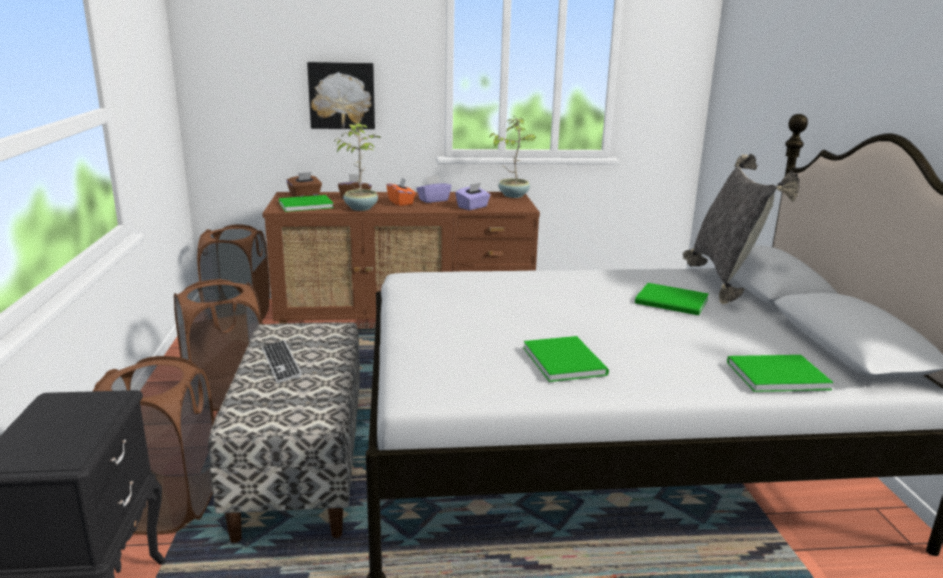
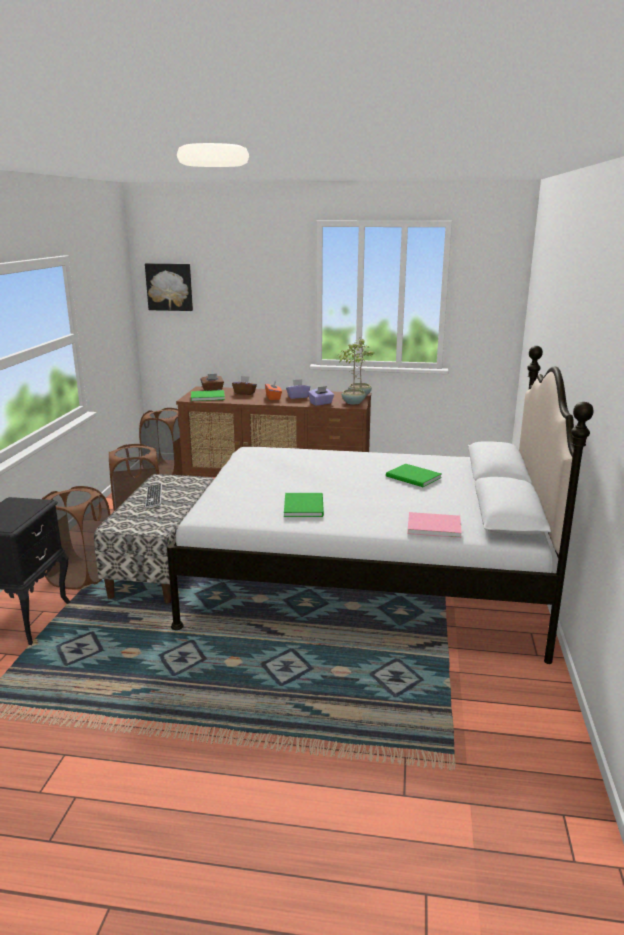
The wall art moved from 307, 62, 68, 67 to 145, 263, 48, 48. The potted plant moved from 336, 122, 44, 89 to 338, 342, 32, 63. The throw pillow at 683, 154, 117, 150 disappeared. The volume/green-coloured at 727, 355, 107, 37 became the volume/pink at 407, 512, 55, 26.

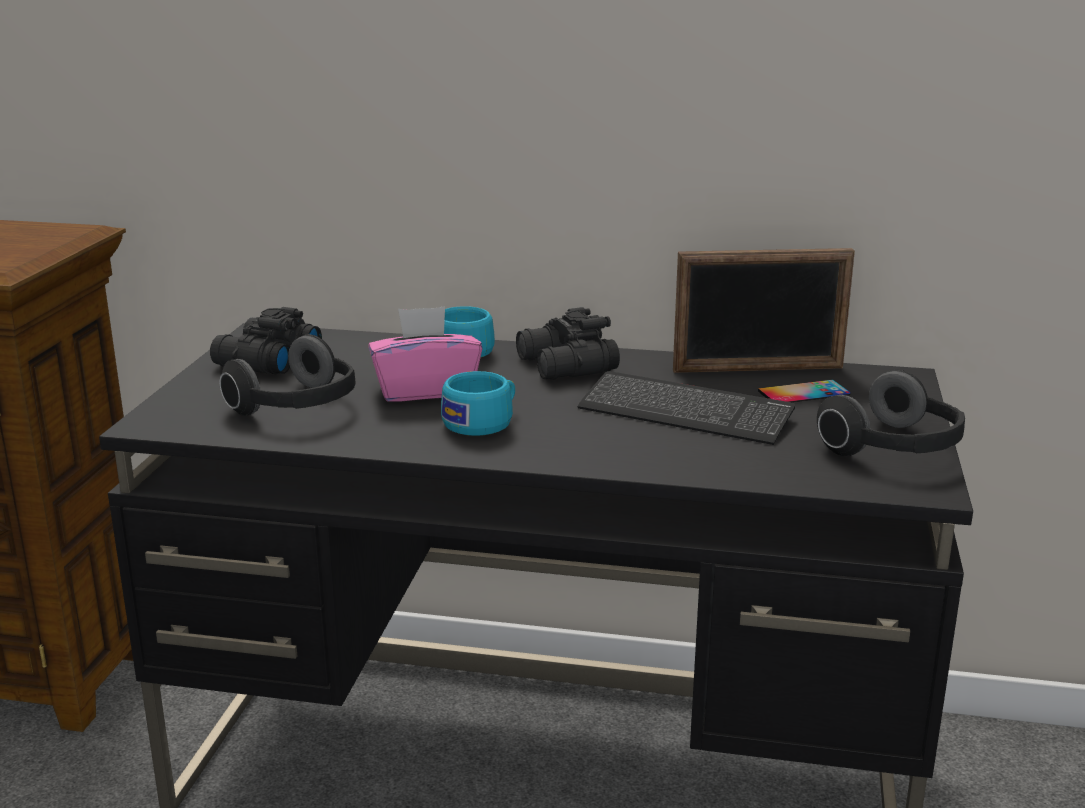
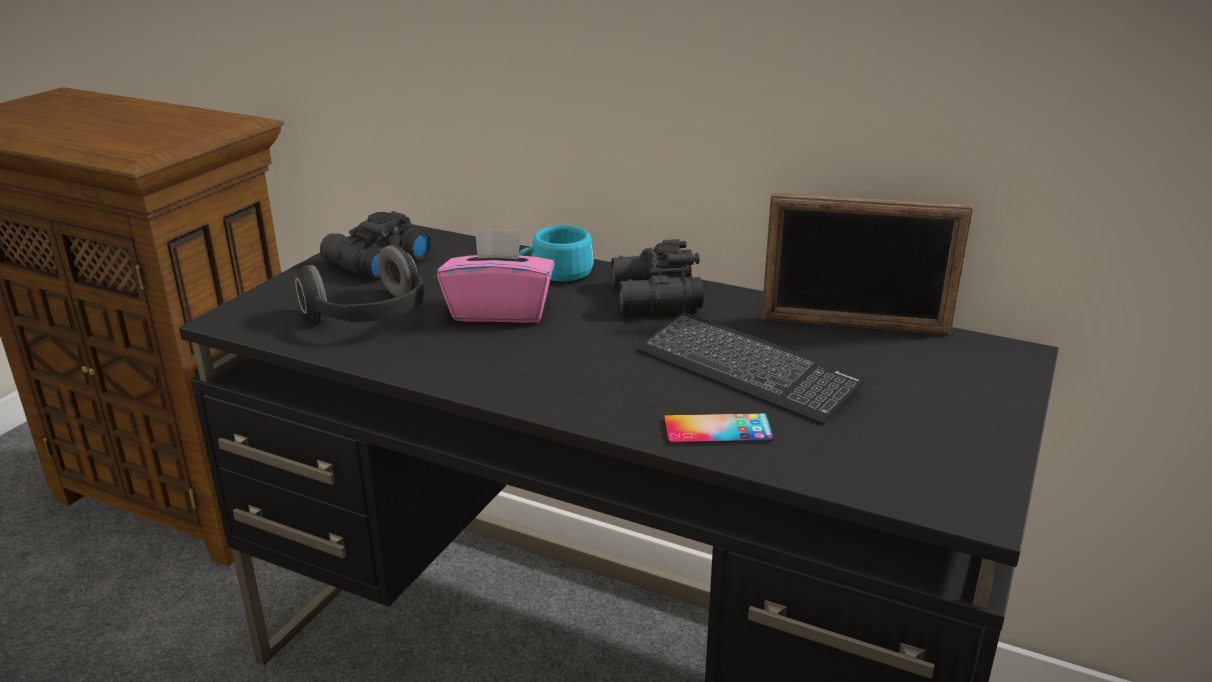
The pair of headphones at 817, 370, 148, 86 disappeared. The cup/turquoise-coloured at 441, 371, 74, 65 disappeared. The handset moved from 758, 380, 93, 22 to 664, 413, 110, 30.

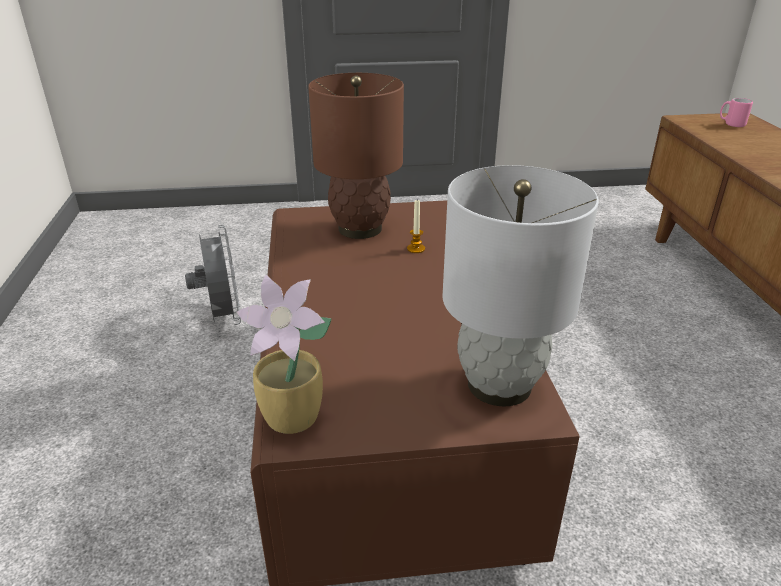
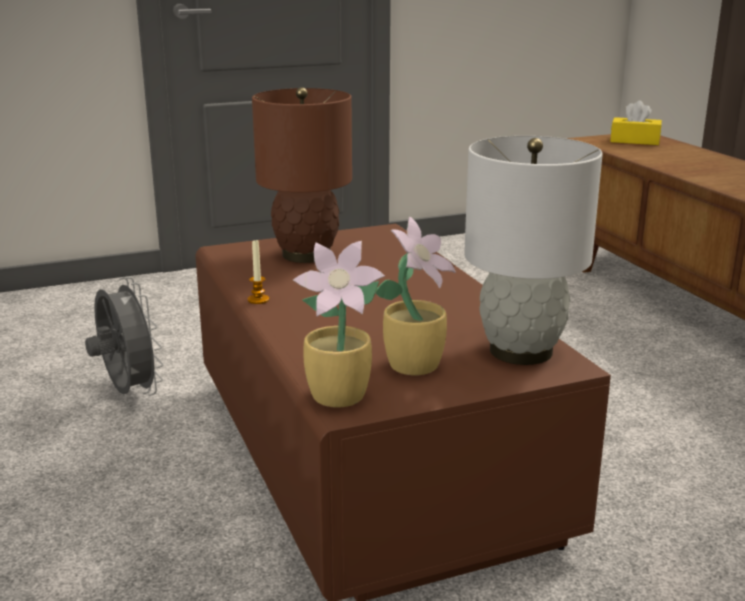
The mug/pink at 720, 98, 33, 29 was replaced by the tissue holder/yellowish at 610, 100, 52, 45. The candle moved from 407, 200, 18, 53 to 248, 239, 21, 65. The potted plant at 376, 217, 80, 159 appeared.

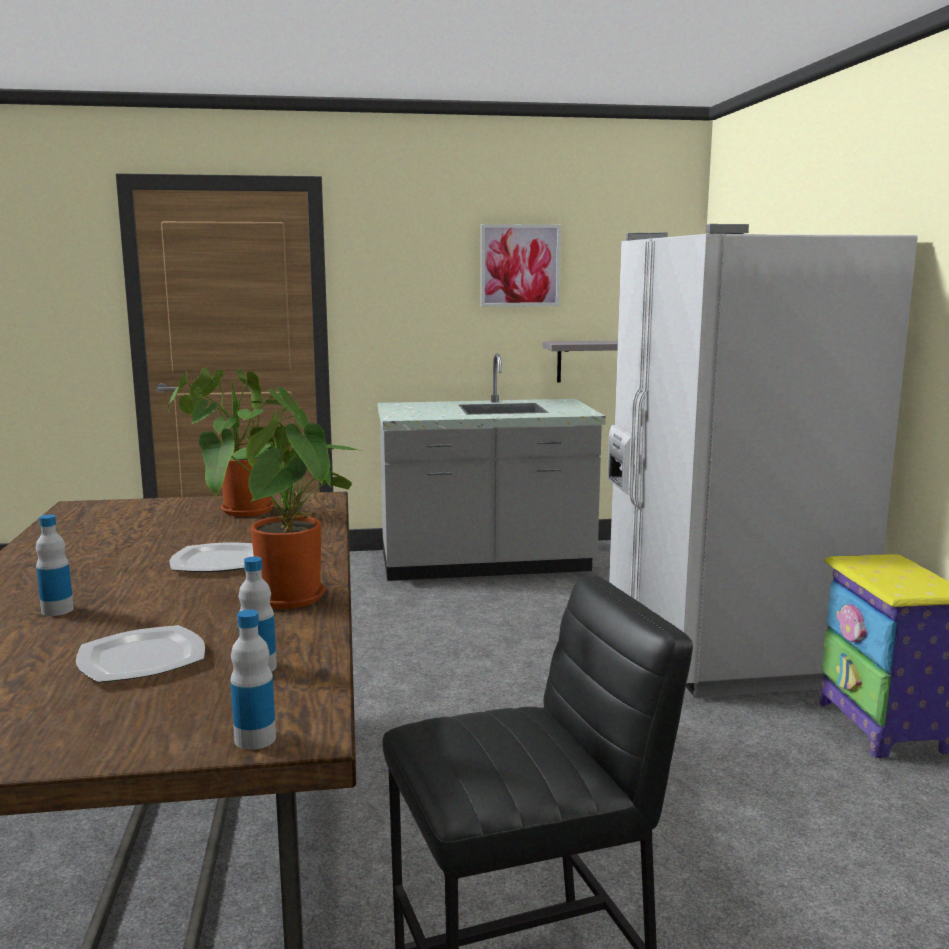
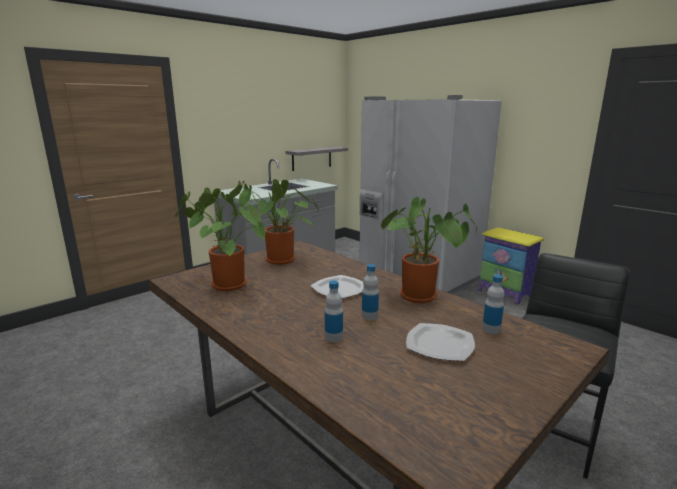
The wall art at 480, 224, 81, 83 disappeared. The beverage bottle moved from 230, 609, 46, 141 to 362, 264, 17, 56. The potted plant at 175, 187, 90, 104 appeared.

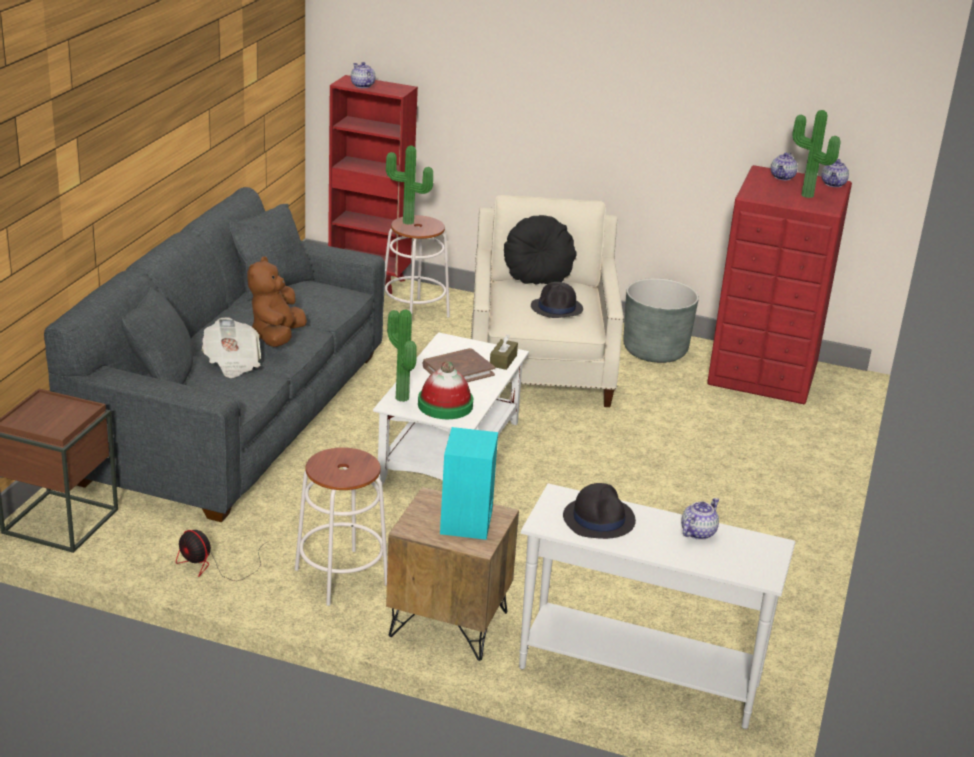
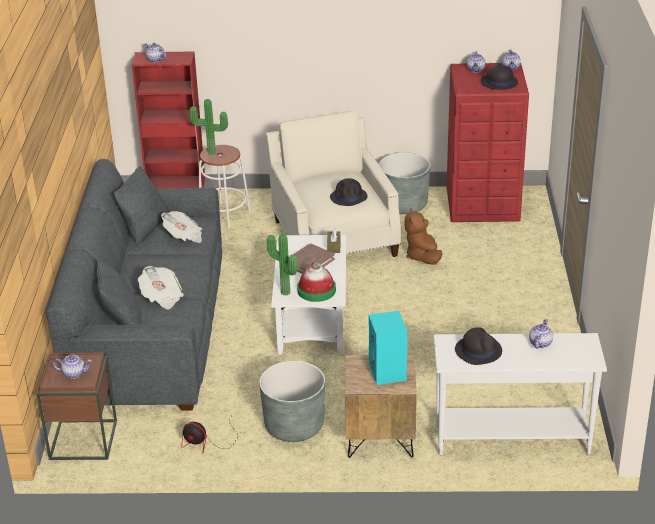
The potted plant at 792, 110, 48, 88 was replaced by the clothing hat/blackish at 481, 64, 37, 26. The throw pillow/blackish at 504, 215, 73, 70 disappeared. The plush toy/brownish moved from 247, 256, 60, 91 to 404, 208, 38, 57. The stool seat/whitish at 295, 447, 93, 159 was replaced by the plant pot/grey at 259, 361, 66, 81. The daily paper at 161, 211, 41, 32 appeared. The pot for tea at 53, 355, 38, 24 appeared.

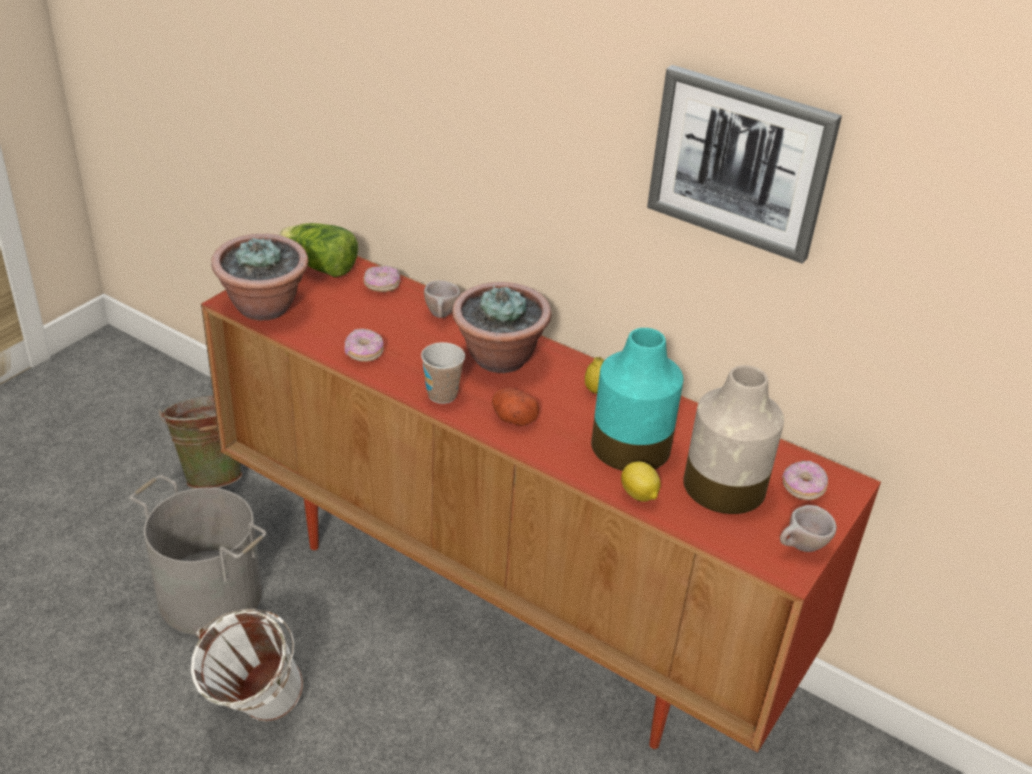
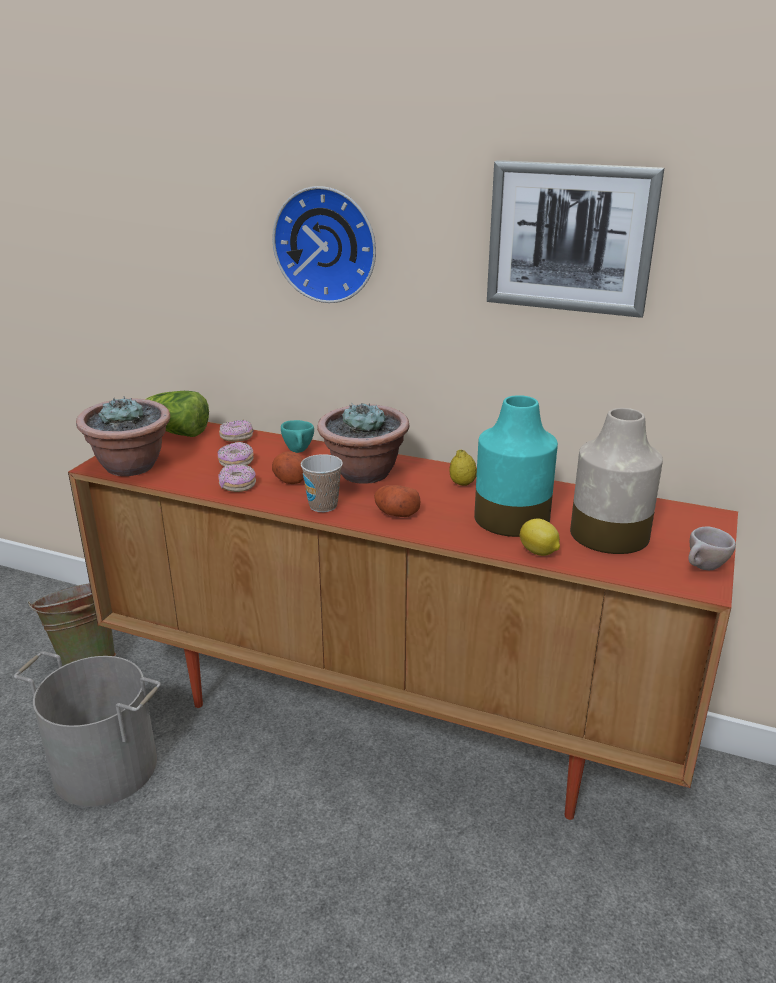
The cup/beige-coloured at 424, 281, 36, 37 became the cup/turquoise-coloured at 281, 420, 33, 33. The doughnut moved from 782, 461, 46, 39 to 218, 442, 36, 25. The bucket/whitish at 191, 609, 112, 113 disappeared. The hanging clock at 272, 186, 104, 117 appeared. The potato at 272, 451, 32, 33 appeared.

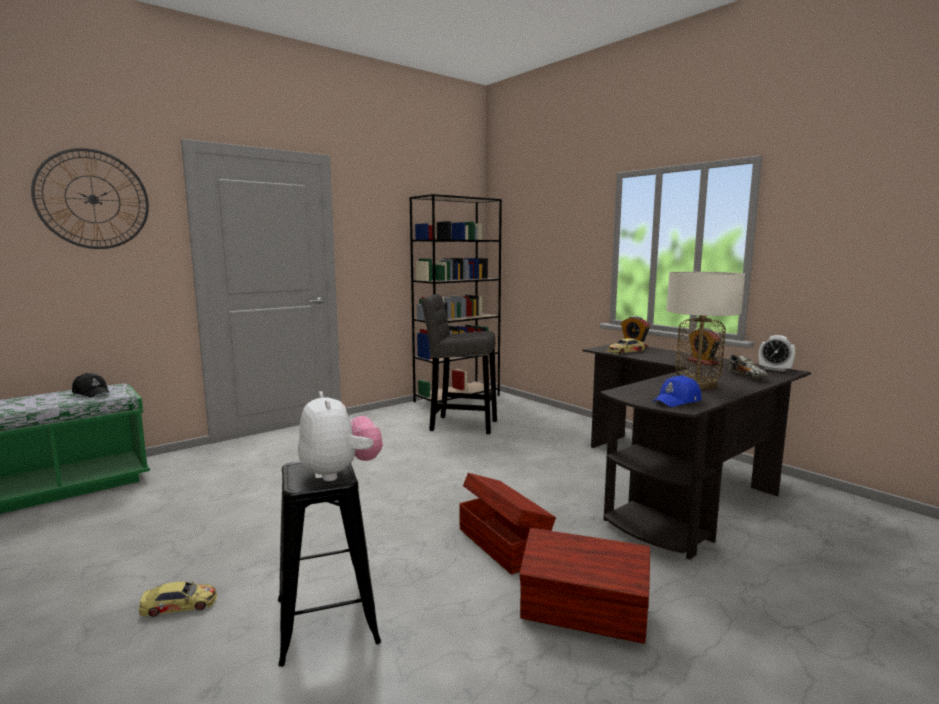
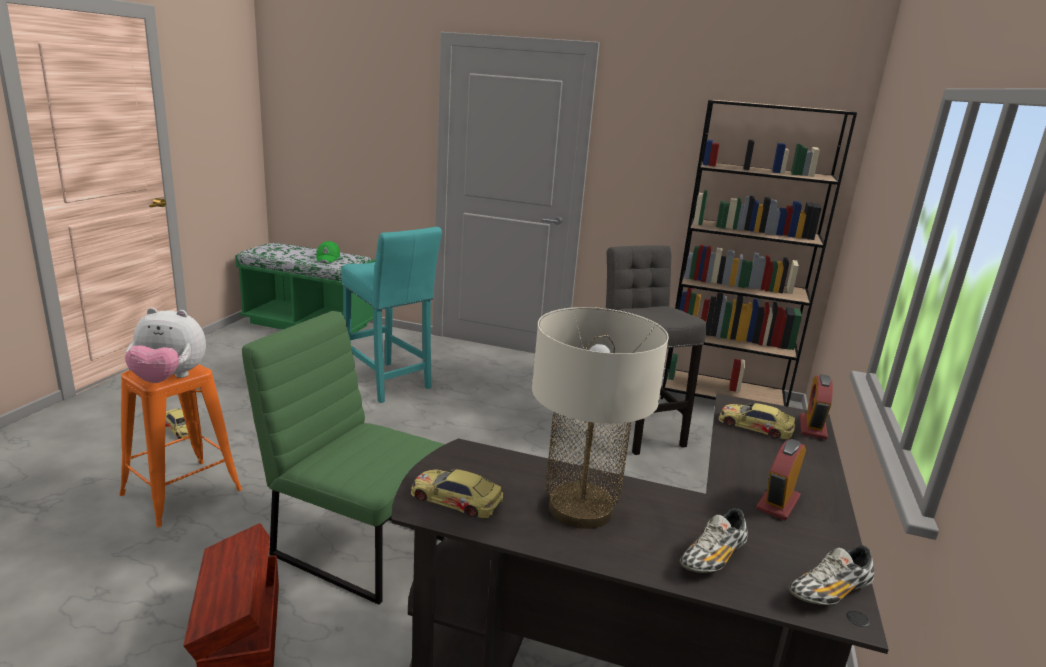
The hanging clock at 31, 148, 118, 101 disappeared. The bedside clock at 759, 335, 36, 37 was replaced by the shoe at 789, 545, 86, 60. The peaked cap/blackish at 72, 373, 38, 25 became the peaked cap/green-coloured at 316, 241, 24, 22. The peaked cap/bluish at 653, 375, 48, 32 was replaced by the toy car at 411, 468, 92, 50. The plush toy at 298, 391, 85, 90 turned 60 degrees clockwise. The stool seat/blackish at 278, 462, 103, 205 became the stool seat/orange-coloured at 119, 364, 123, 163. The storage box/brownish at 459, 473, 97, 102 was replaced by the plain chair/green-coloured at 242, 311, 203, 294. The stool seat/turquoise-coloured at 341, 227, 101, 176 appeared.

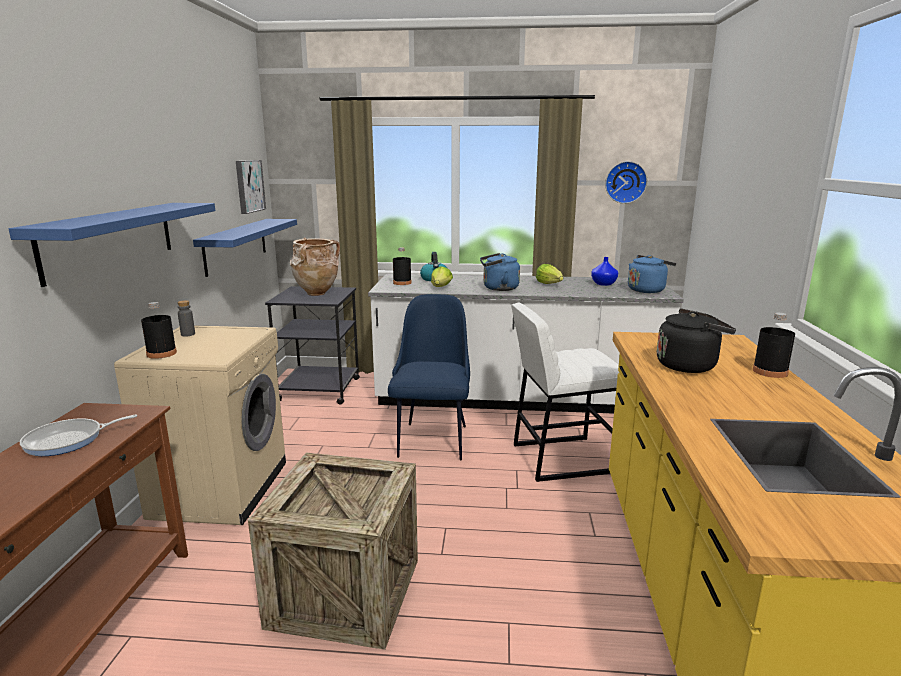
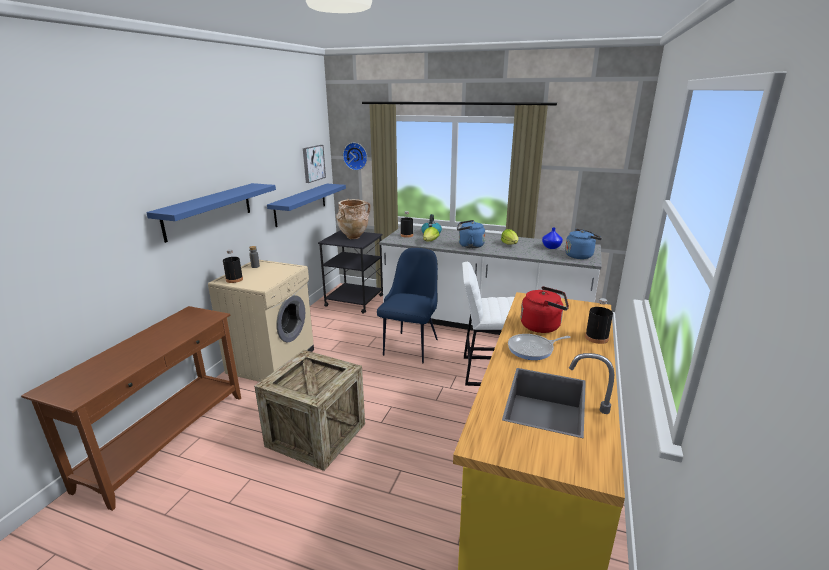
The hanging clock moved from 605, 161, 42, 43 to 343, 143, 24, 27. The water kettle/blackish at 657, 309, 79, 64 became the water kettle/red at 521, 286, 48, 47. The frying pan moved from 20, 415, 118, 41 to 508, 334, 62, 26.

